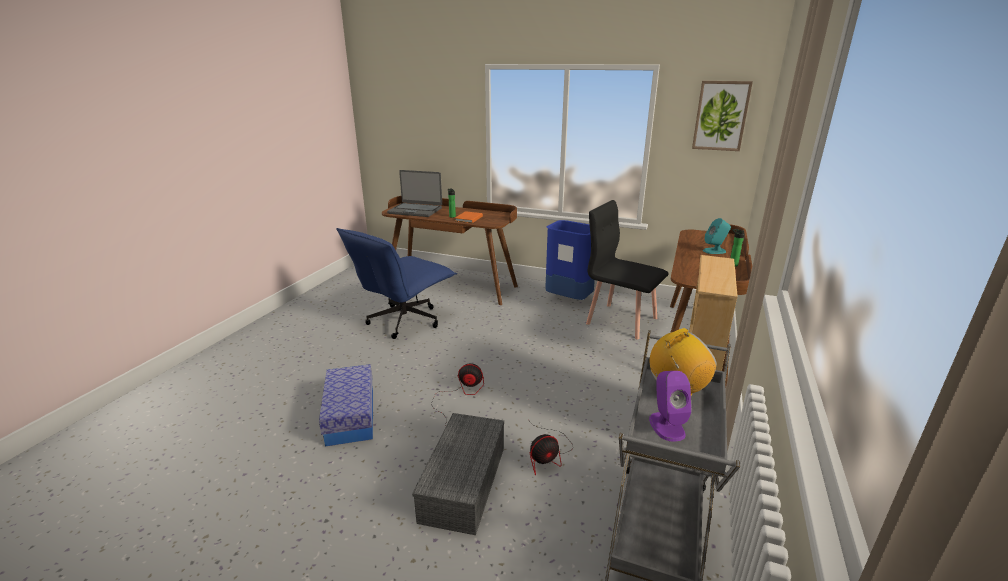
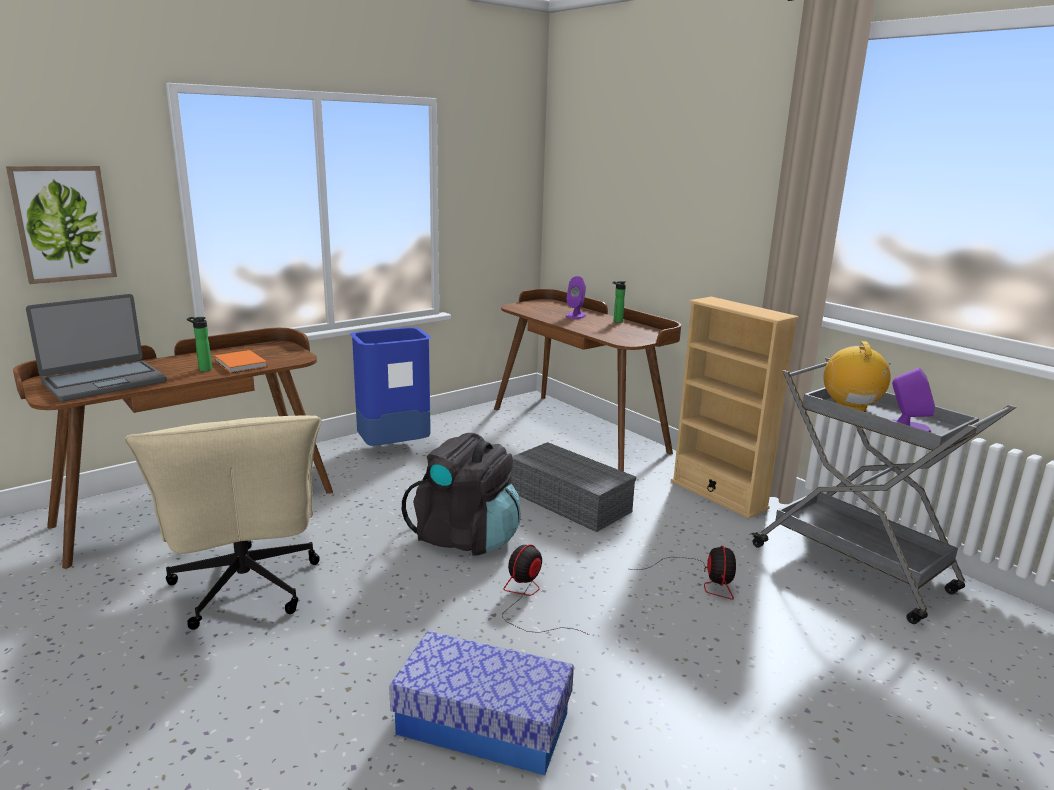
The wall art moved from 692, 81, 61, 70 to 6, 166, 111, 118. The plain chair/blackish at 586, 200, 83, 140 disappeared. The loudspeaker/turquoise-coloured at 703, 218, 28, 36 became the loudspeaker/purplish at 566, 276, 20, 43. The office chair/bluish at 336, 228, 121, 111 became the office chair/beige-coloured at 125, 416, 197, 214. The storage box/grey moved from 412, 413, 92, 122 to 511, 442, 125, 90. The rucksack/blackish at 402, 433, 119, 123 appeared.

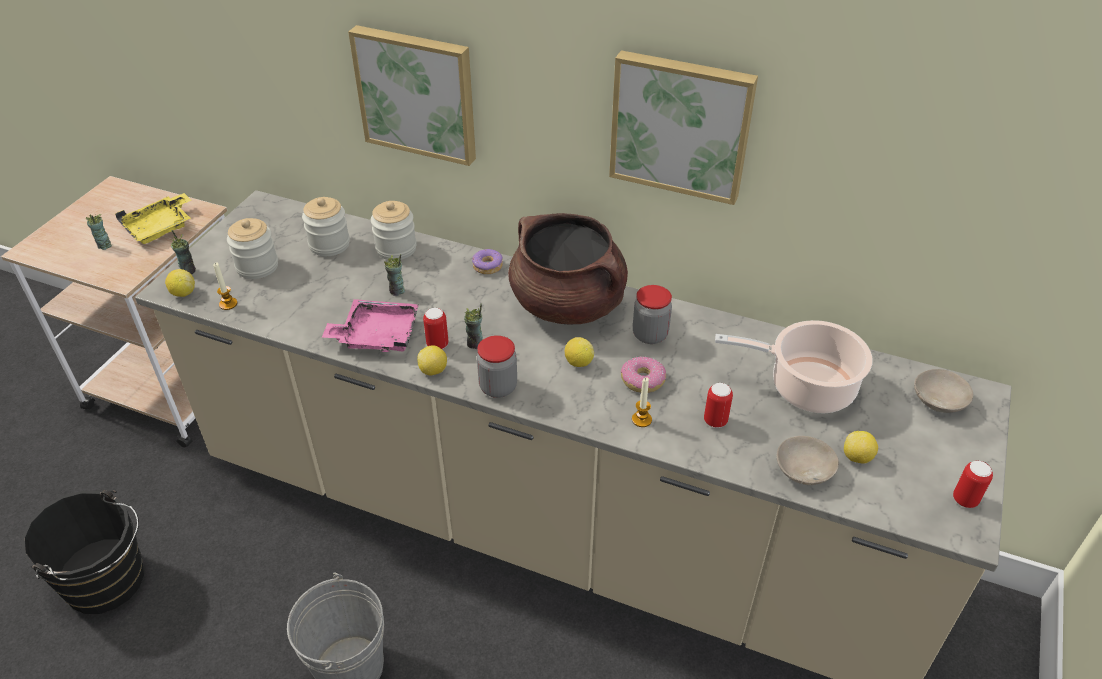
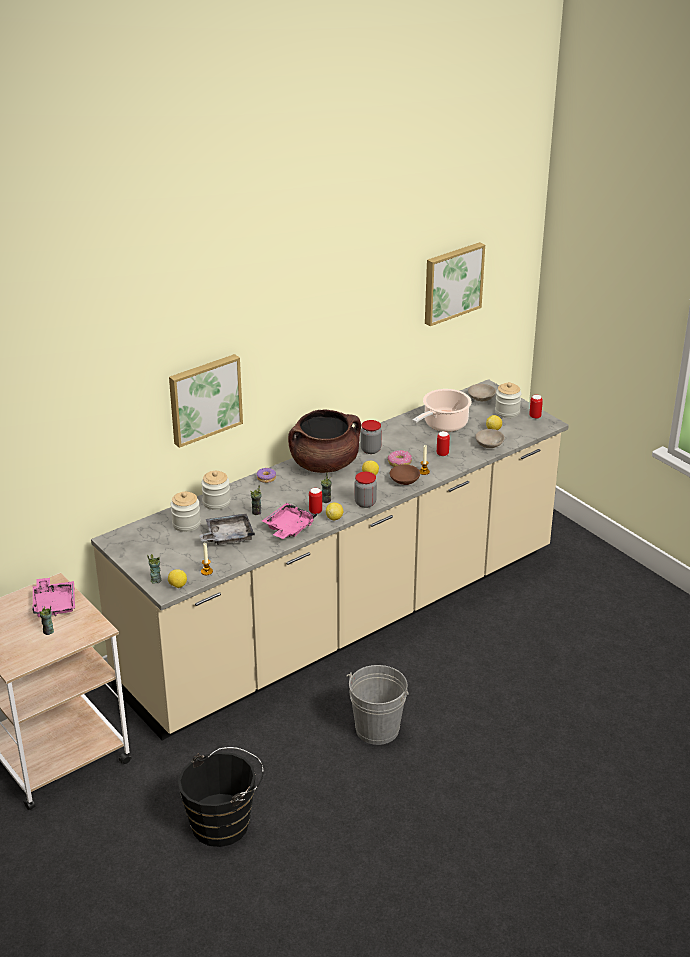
The wall art moved from 609, 50, 149, 155 to 425, 242, 60, 84. The tray/yellowish at 115, 193, 76, 51 became the tray/pink at 32, 578, 43, 39. The preserve jar moved from 227, 218, 51, 61 to 495, 382, 26, 36. The bowl/brownish at 390, 464, 30, 21 appeared. The tray/grey at 199, 514, 56, 31 appeared.

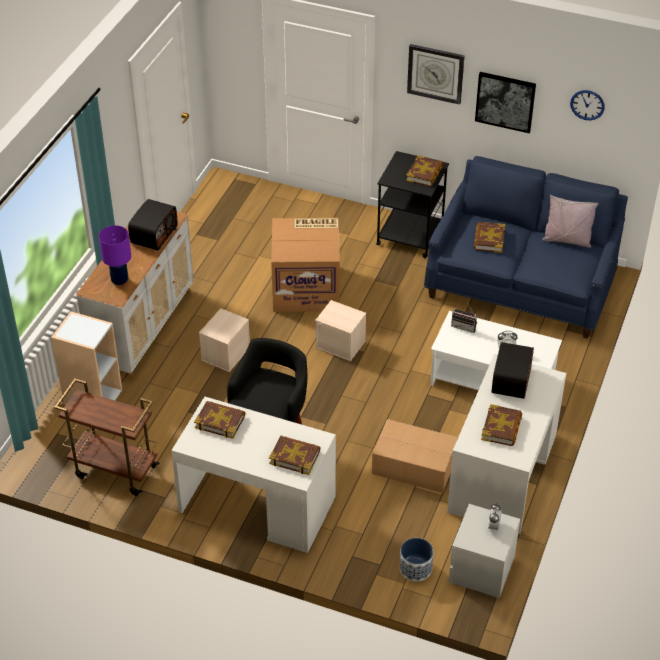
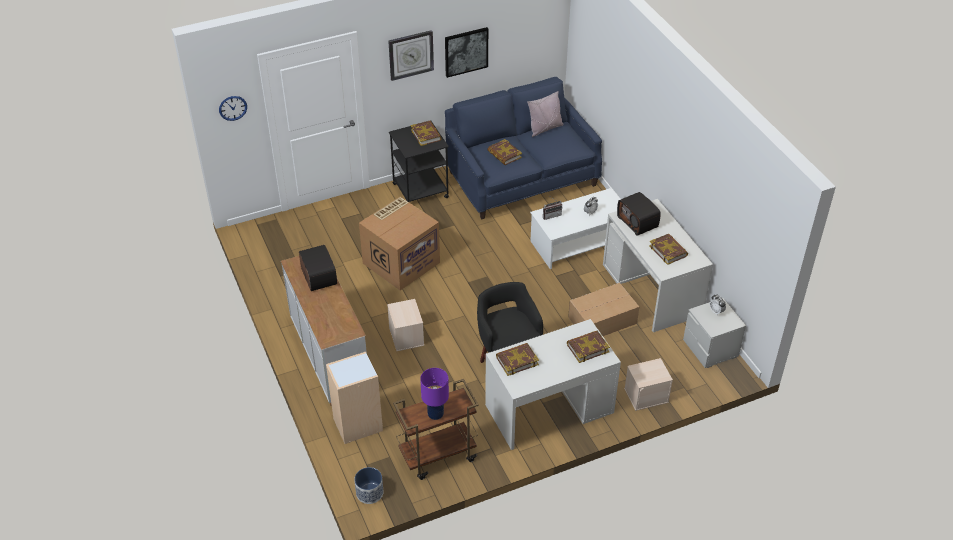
The hanging clock moved from 570, 90, 35, 30 to 219, 96, 28, 25. The table lamp/purplish moved from 99, 225, 32, 60 to 420, 368, 29, 52. The storage box/beige-coloured moved from 315, 300, 51, 61 to 624, 358, 49, 53. The plant pot moved from 399, 538, 35, 44 to 354, 467, 29, 37.

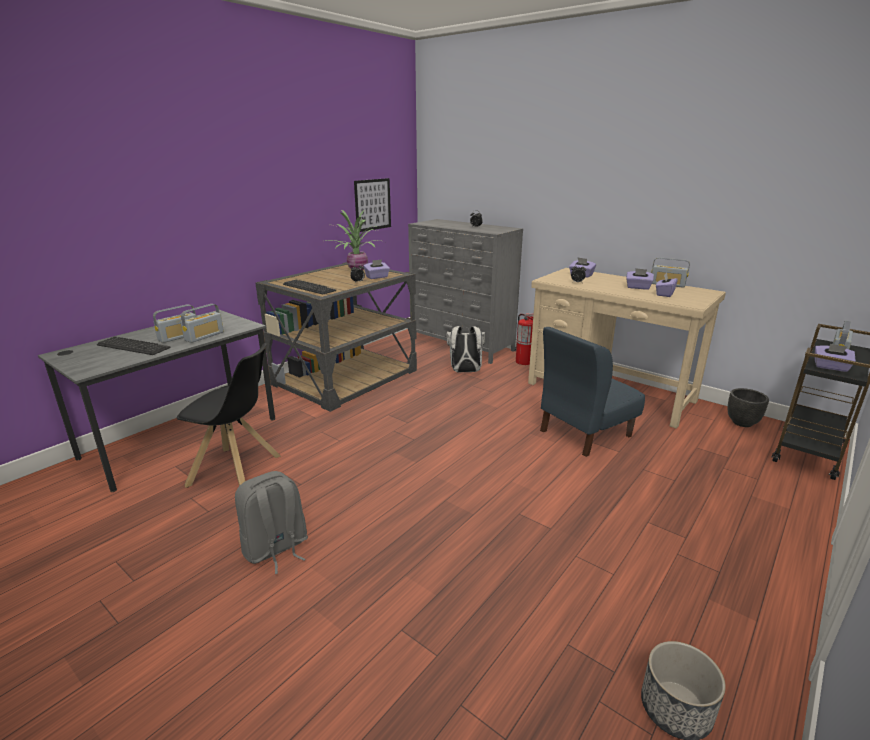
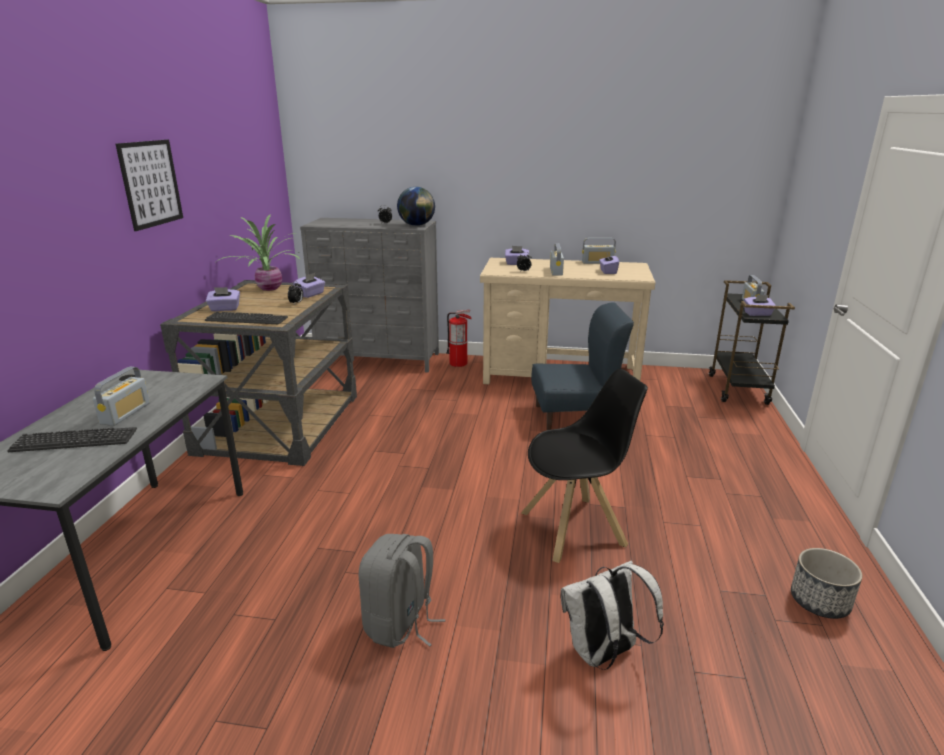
The wall art moved from 354, 178, 37, 54 to 115, 140, 68, 91. The tissue holder/purplish moved from 626, 268, 28, 22 to 206, 287, 34, 24. The radio set moved from 181, 304, 43, 39 to 550, 243, 14, 33. The rucksack/whitish moved from 446, 326, 39, 46 to 561, 561, 103, 109. The plain chair/bluish at 540, 327, 105, 130 turned 120 degrees counterclockwise. The plain chair/blackish moved from 176, 343, 105, 145 to 521, 369, 127, 194. The plant pot/blackish at 728, 388, 41, 39 disappeared. The desk globe at 397, 187, 38, 39 appeared.

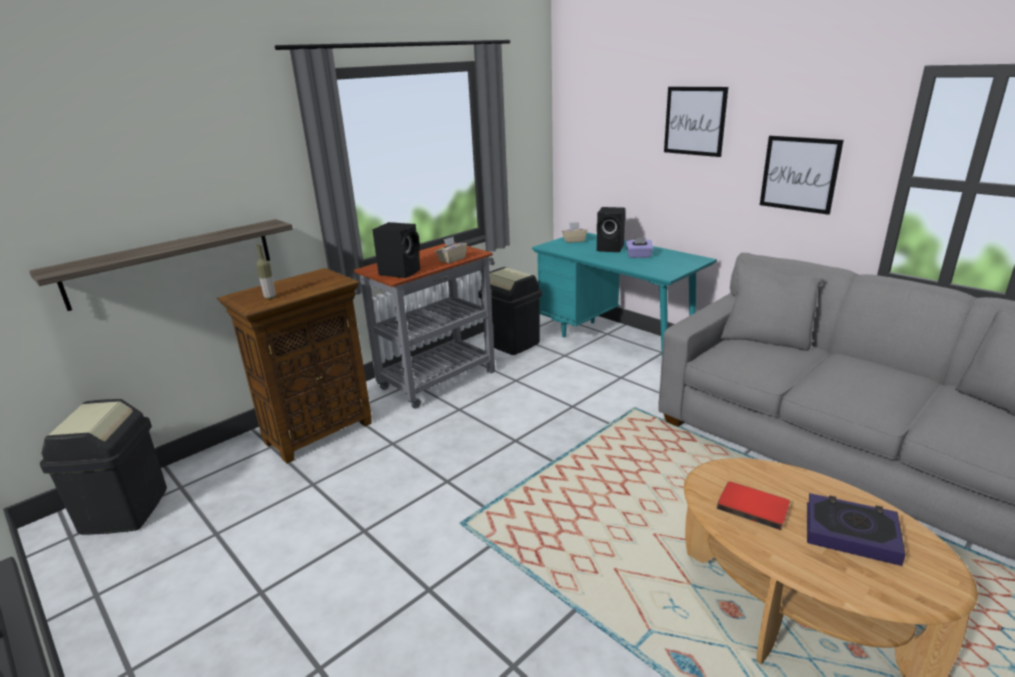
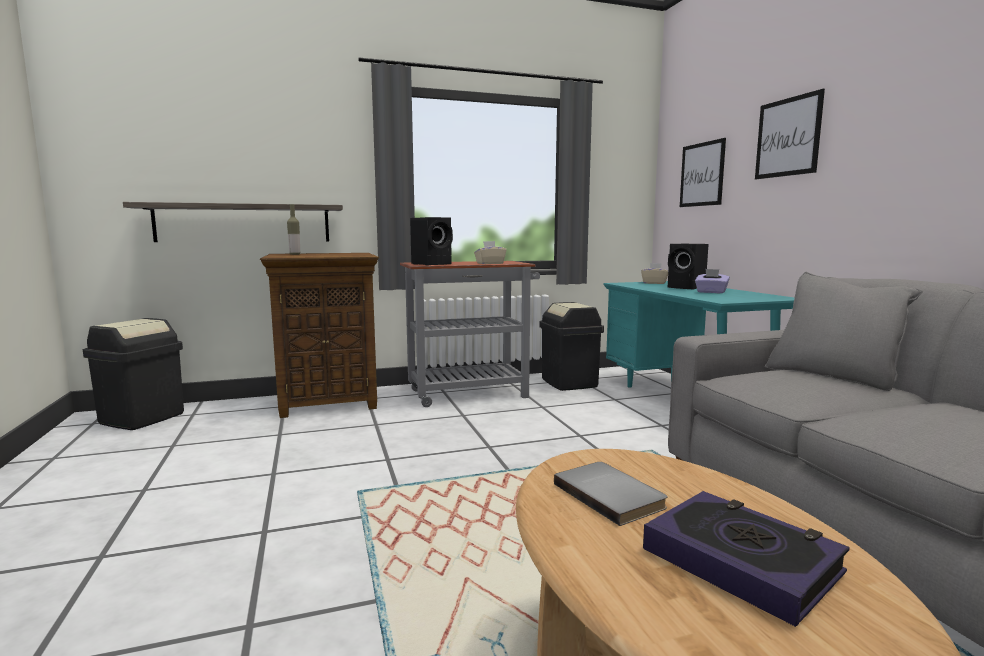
The wall art moved from 760, 136, 84, 79 to 680, 138, 46, 69. The volume/red at 717, 482, 73, 48 became the volume/grey at 554, 462, 114, 64.

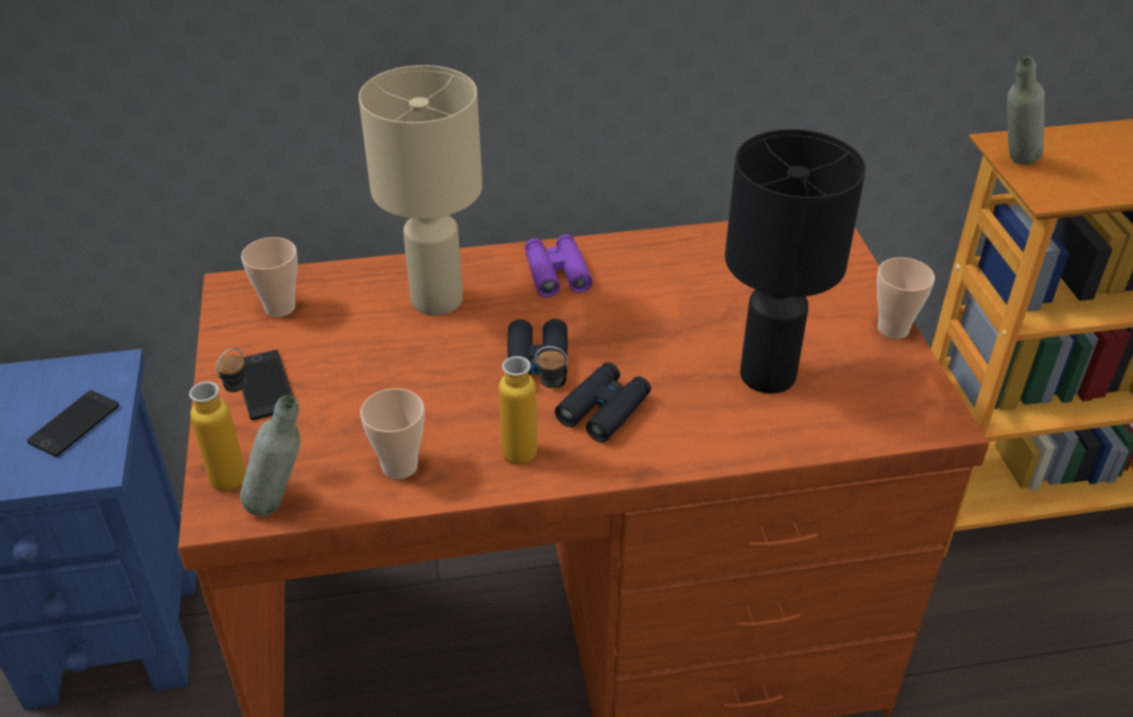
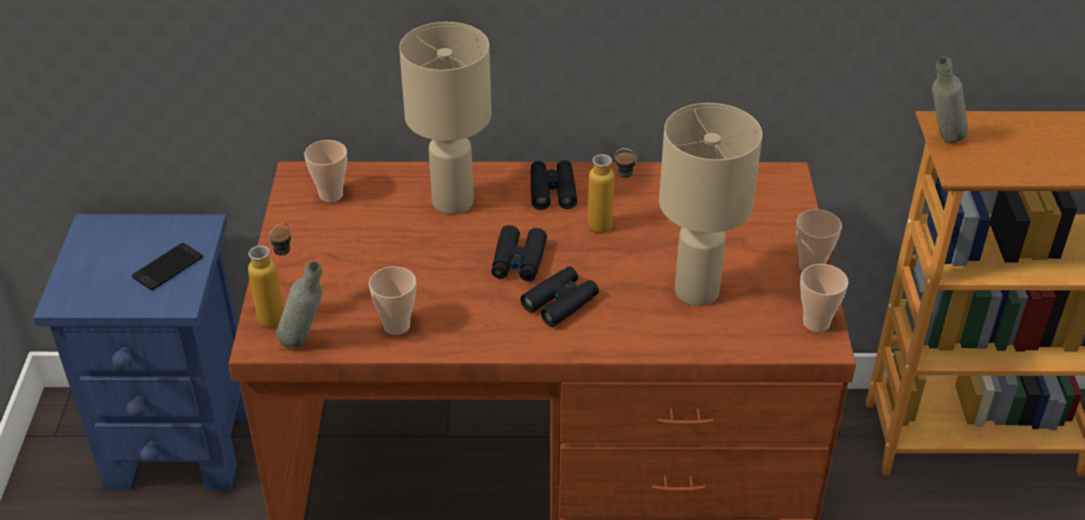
The table lamp/blackish at 725, 129, 141, 265 became the table lamp/beige-coloured at 659, 103, 103, 203. The binoculars/purplish at 525, 234, 68, 63 became the binoculars/blackish at 530, 160, 47, 50. The beverage bottle moved from 499, 346, 69, 118 to 587, 148, 50, 85. The handset at 242, 350, 51, 70 disappeared. The cup at 800, 264, 49, 68 appeared.

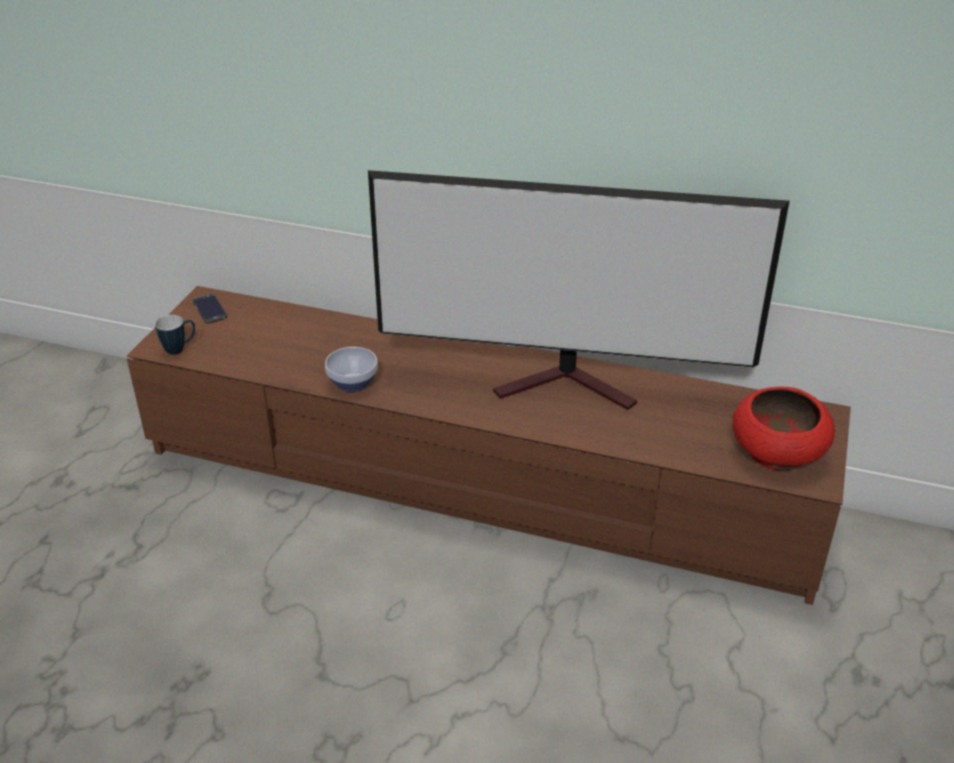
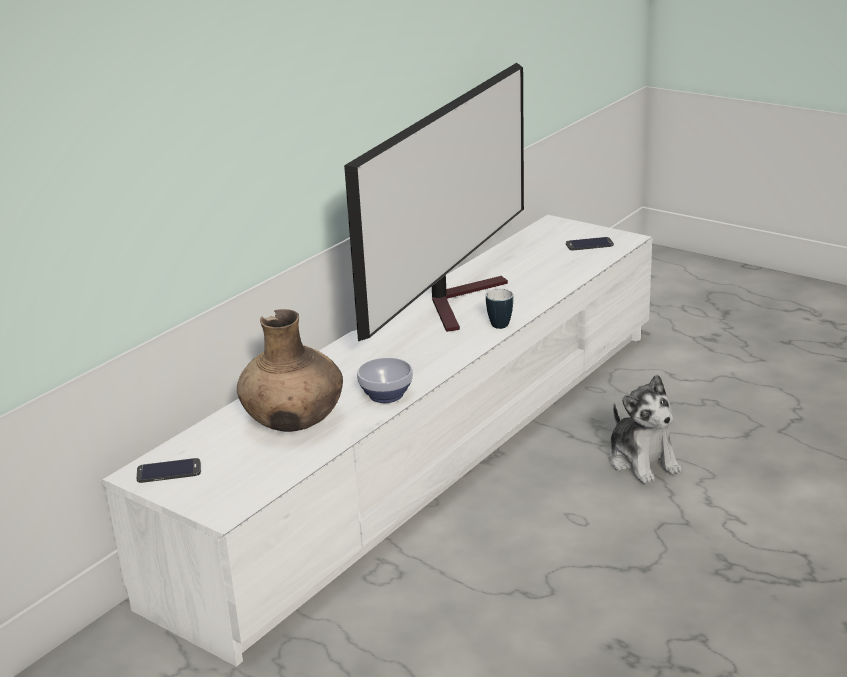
The tv unit/brownish at 127, 286, 724, 319 became the tv unit/whitish at 102, 215, 550, 452. The mug moved from 155, 315, 40, 40 to 486, 289, 27, 40. The bowl/red at 732, 387, 103, 83 was replaced by the handset at 566, 237, 48, 13. The decorative vase/brownish at 237, 309, 106, 123 appeared. The plush toy at 609, 374, 73, 110 appeared.

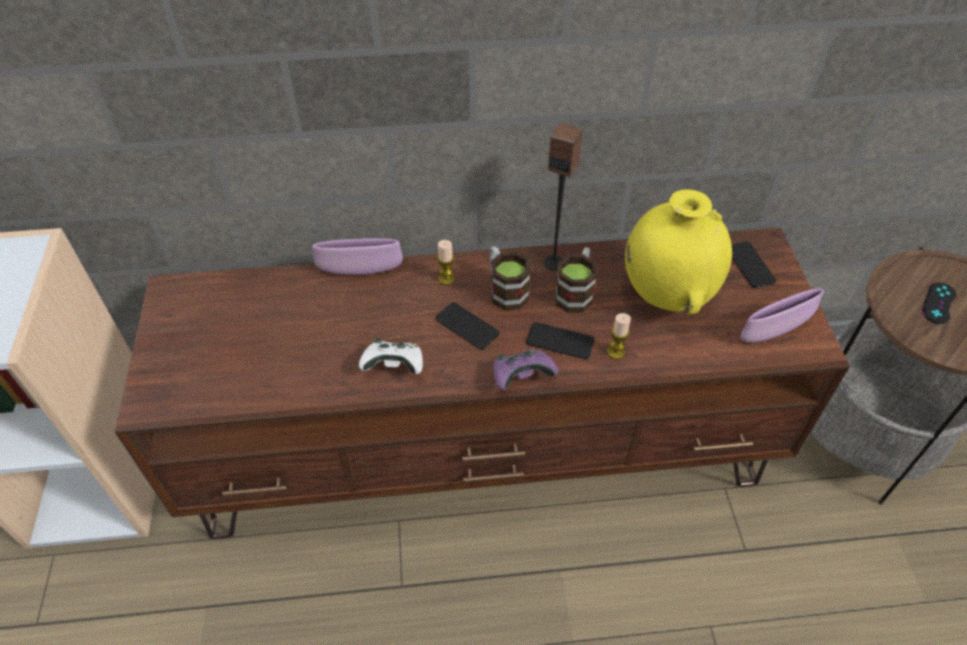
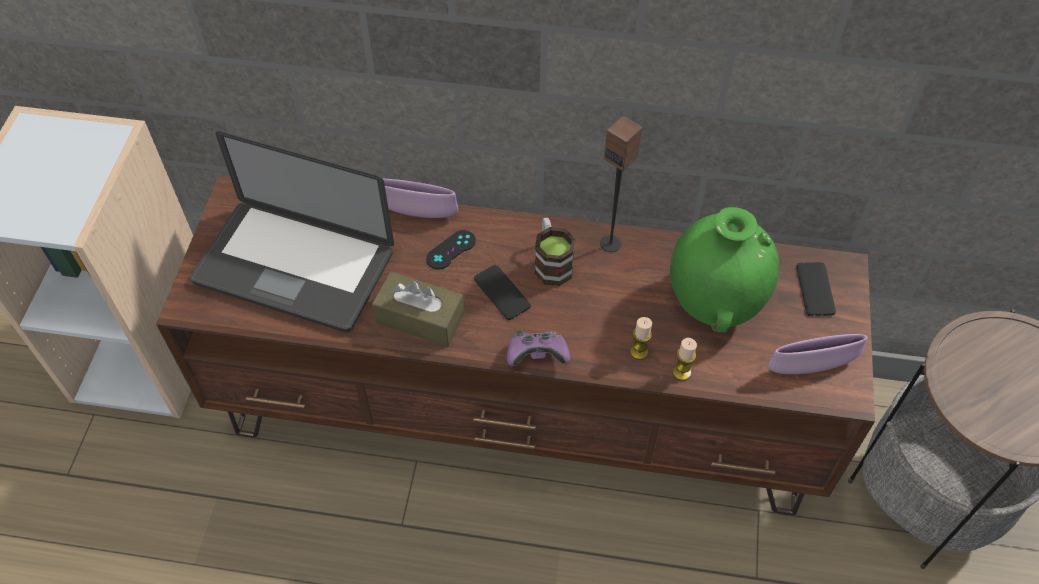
The decorative vase/yellowish at 625, 189, 107, 125 became the decorative vase/green-coloured at 670, 207, 110, 126. The candle moved from 437, 240, 18, 45 to 673, 338, 24, 43. The mug at 555, 247, 42, 66 disappeared. The game controller/blackish moved from 922, 282, 35, 42 to 426, 230, 50, 39. The handset at 526, 322, 68, 37 disappeared. The game controller/whitish at 359, 338, 64, 36 was replaced by the tissue holder/brownish at 372, 272, 93, 75. The notebook computer at 190, 131, 204, 201 appeared.

